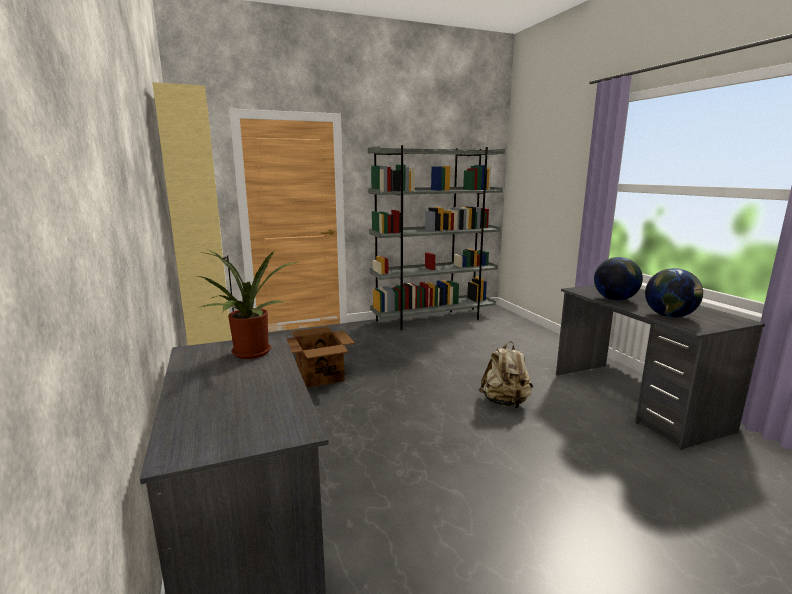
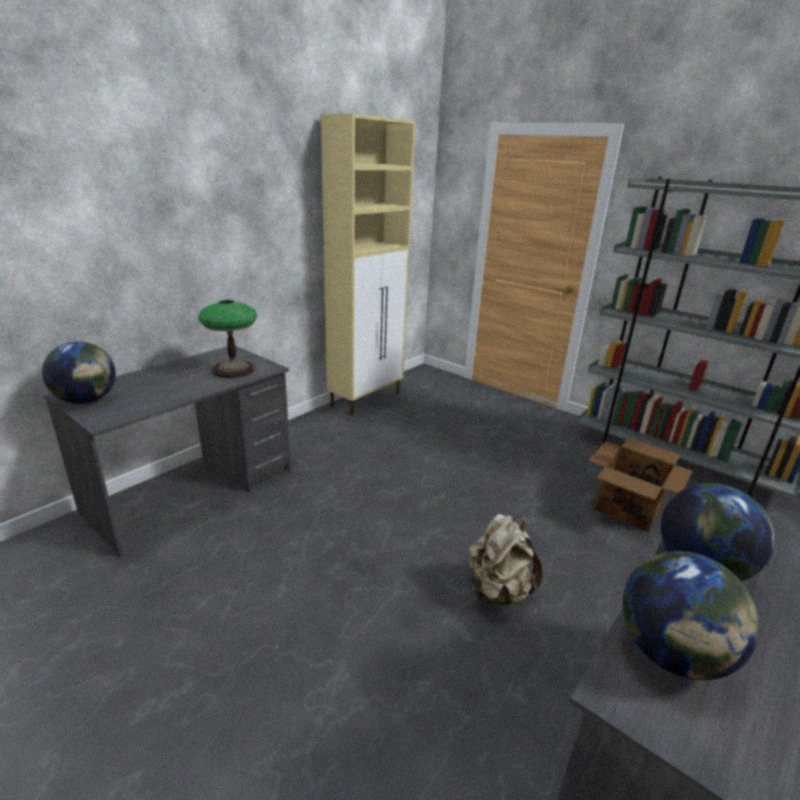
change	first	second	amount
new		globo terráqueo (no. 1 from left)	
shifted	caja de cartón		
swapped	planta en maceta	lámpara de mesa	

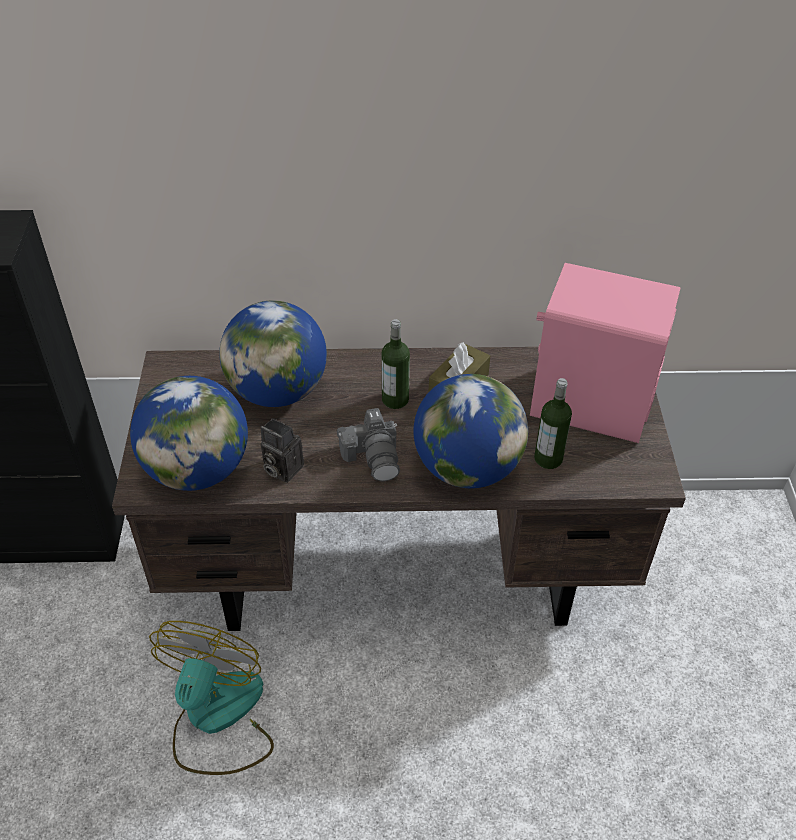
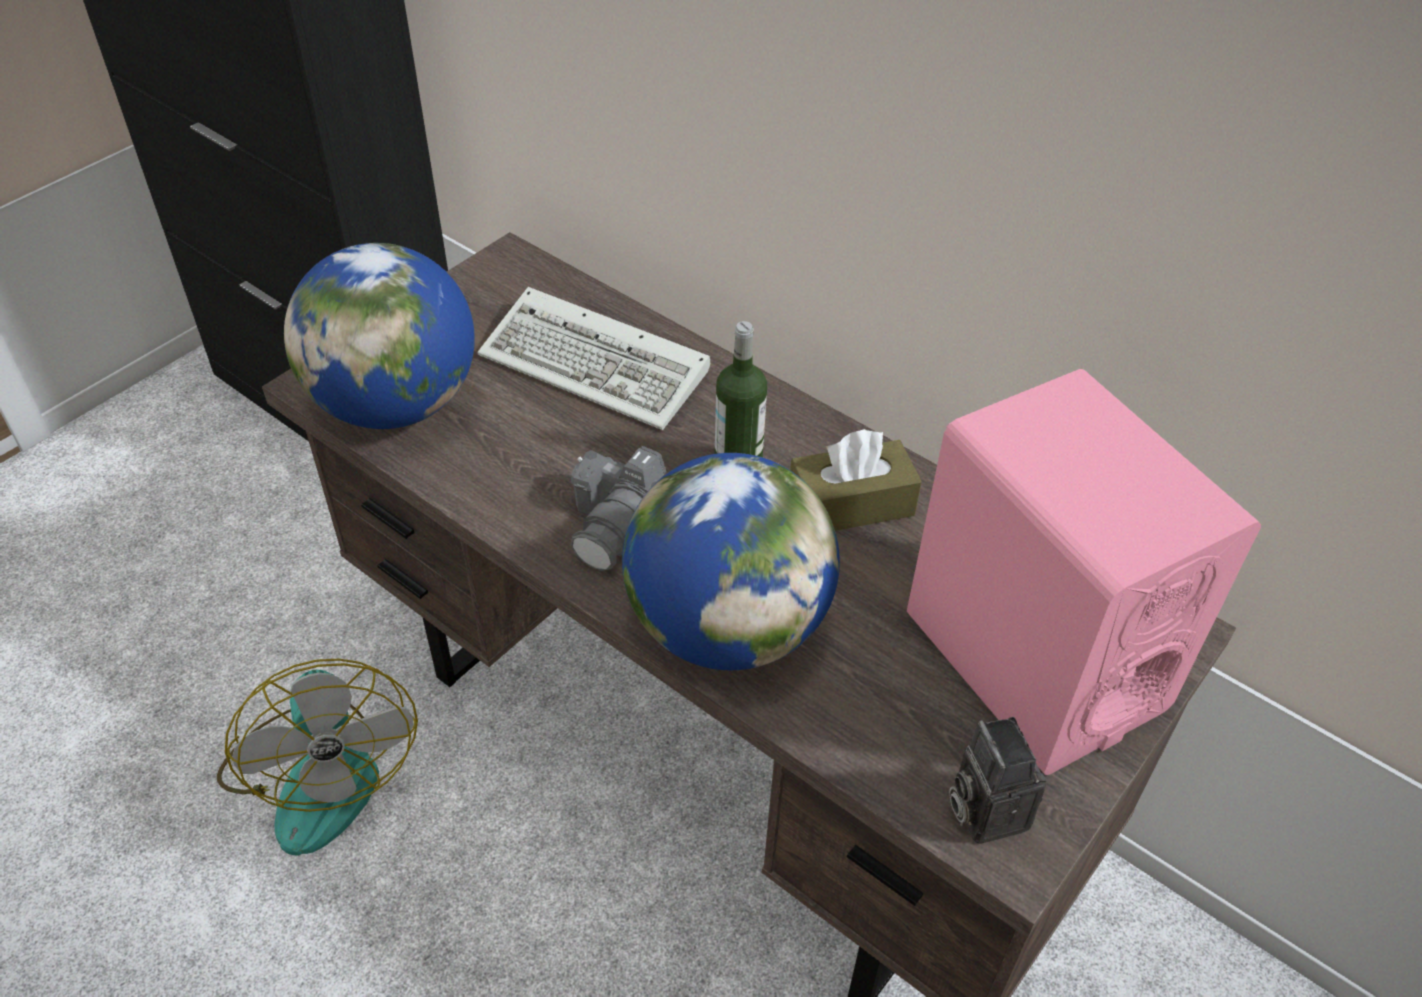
change	first	second	amount
gone	botella (no. 2 from left)		
shifted	cámara (no. 1 from left in the first image)	cámara (no. 2 from left)	
swapped	globo terráqueo (no. 2 from left)	teclado	
rotated	ventilador		105 degrees clockwise

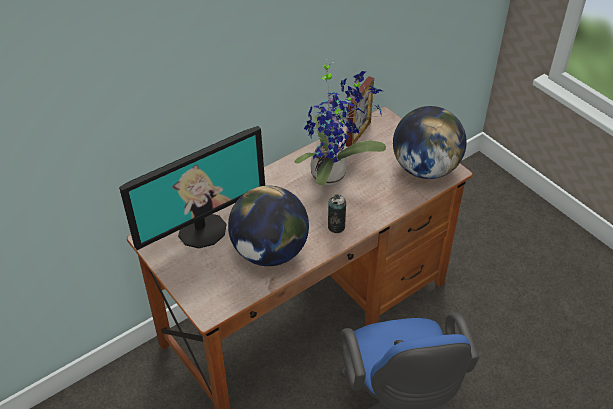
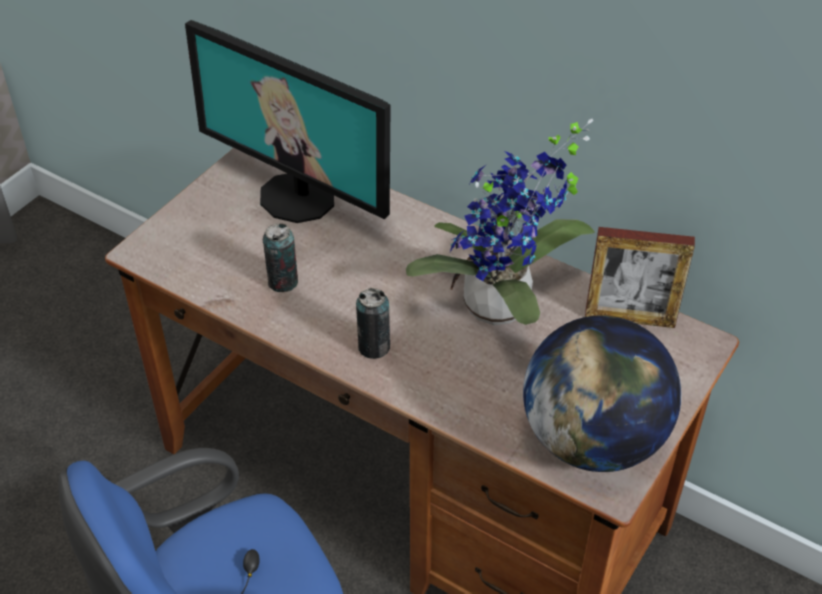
change	first	second	amount
swapped	globo terráqueo (no. 1 from left)	lata (no. 1 from left)	

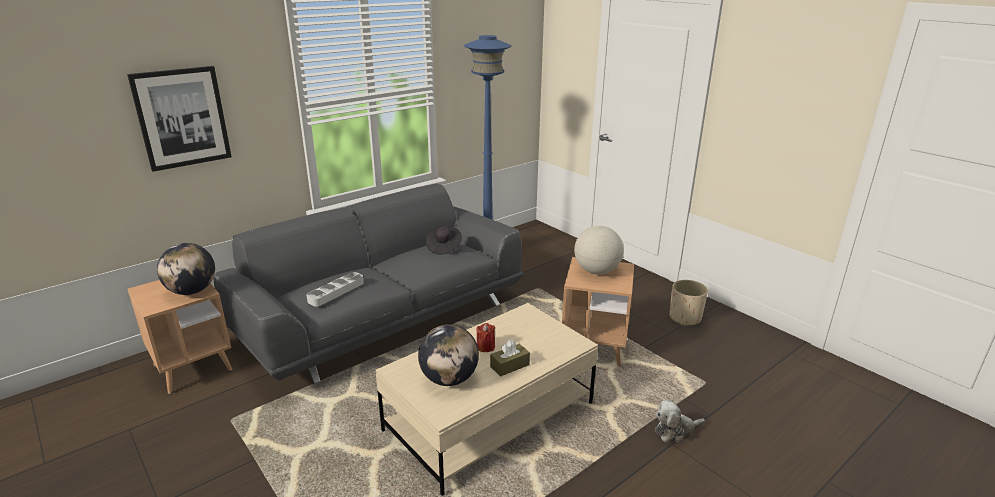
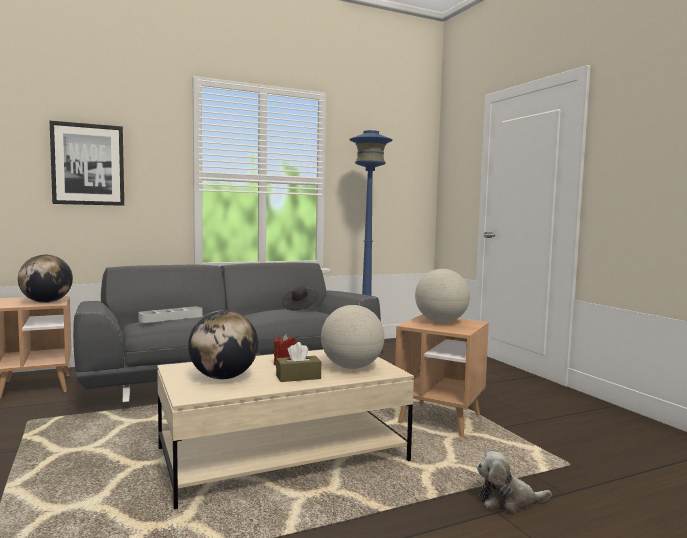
change	first	second	amount
gone	maceta/beis		
new		globo terráqueo (no. 3 from left)	

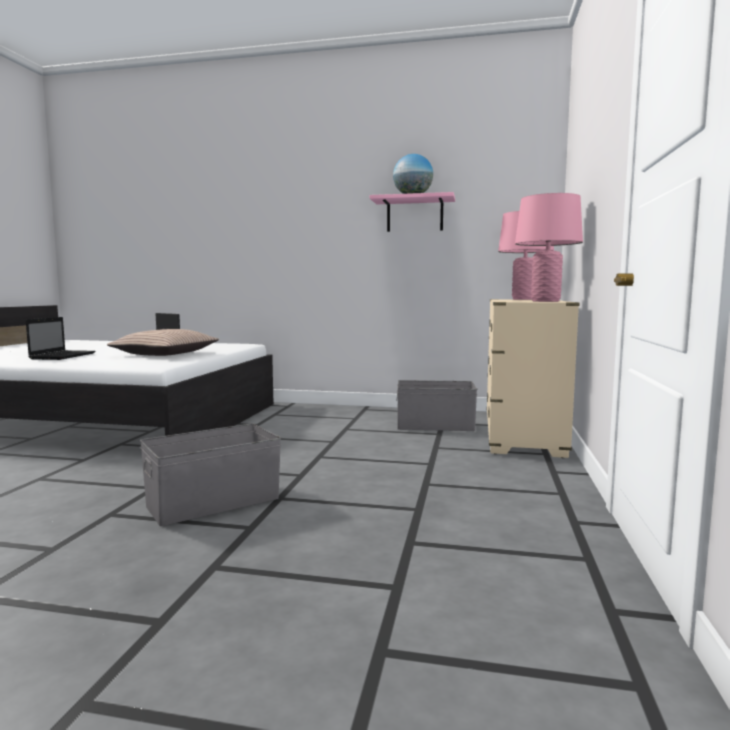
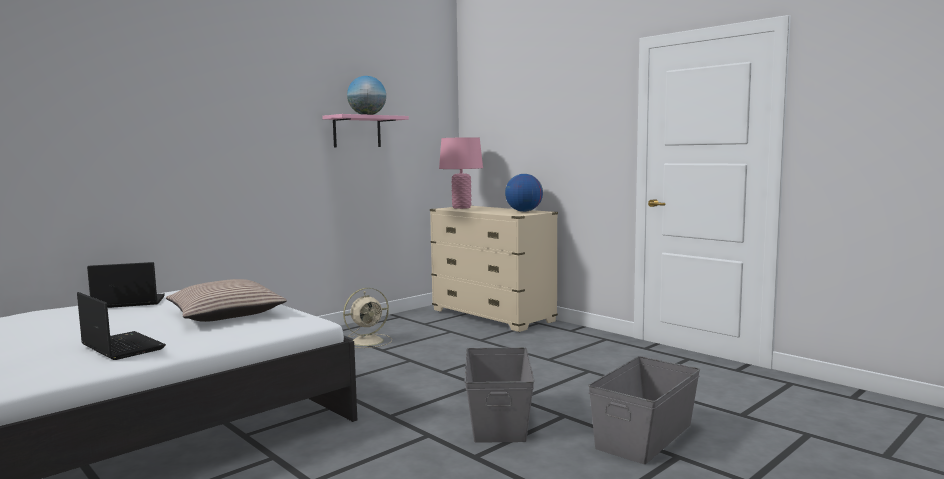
change	first	second	amount
new		ventilador/beis	
shifted	caja de almacenaje/gris (no. 2 from left)		
swapped	lámpara de mesa/rosa (no. 2 from left)	globo terráqueo (no. 2 from left)	

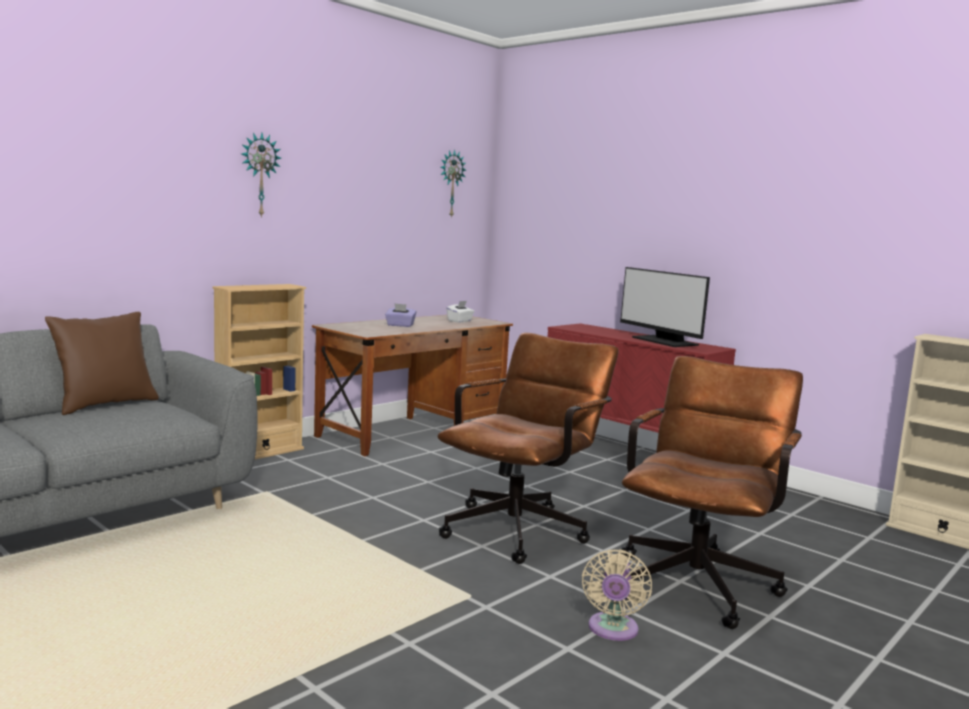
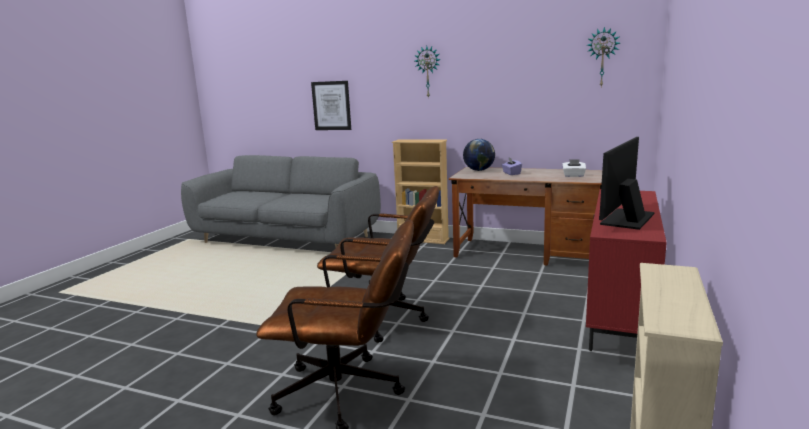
change	first	second	amount
gone	cojín/marrón		
gone	ventilador/beis		
new		cuadro	
new		globo terráqueo	

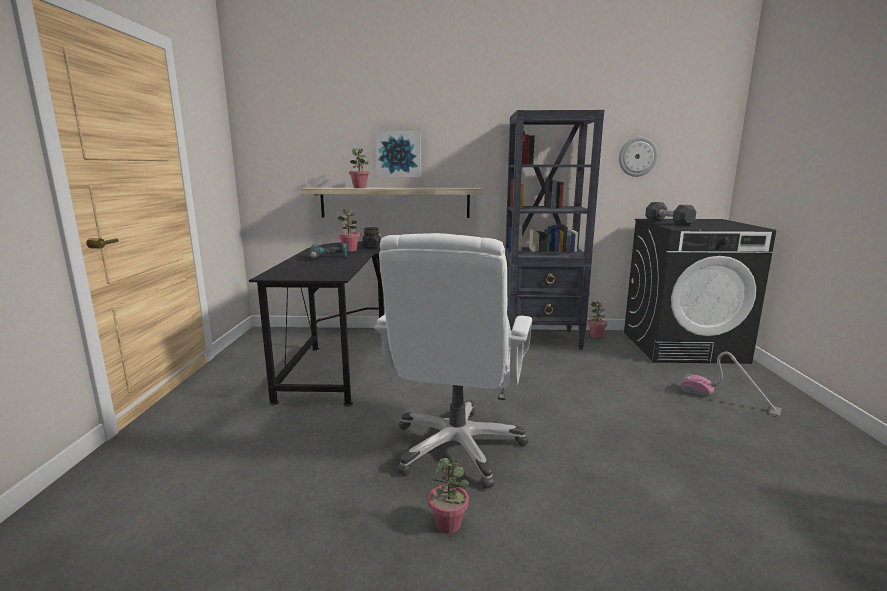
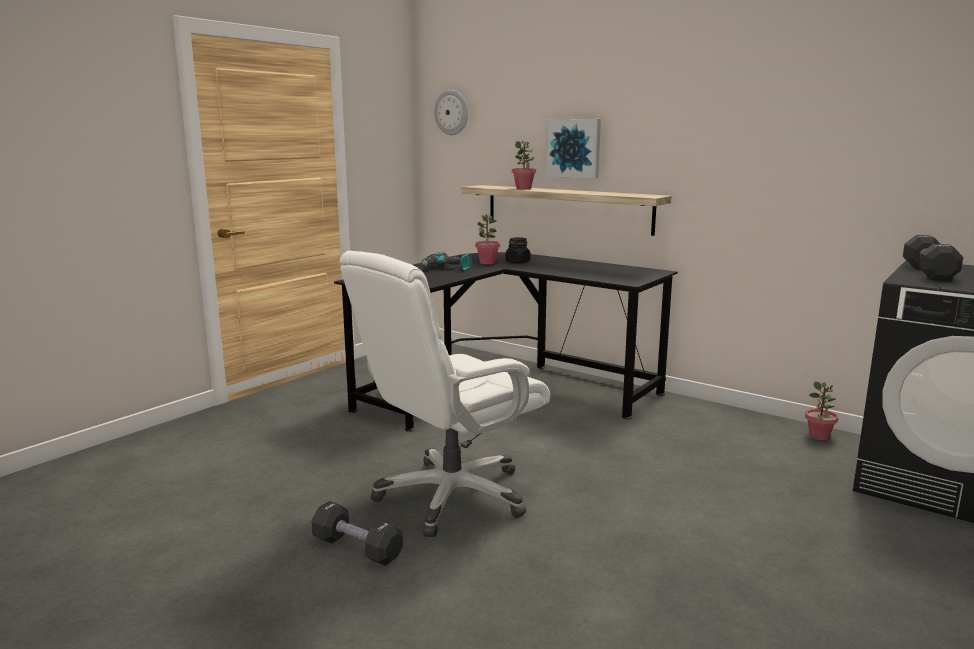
change	first	second	amount
gone	estantería/negro		
gone	aspiradora		
shifted	reloj de pared		
swapped	planta en maceta (no. 3 from left)	mancuerna/negro (no. 1 from left)	

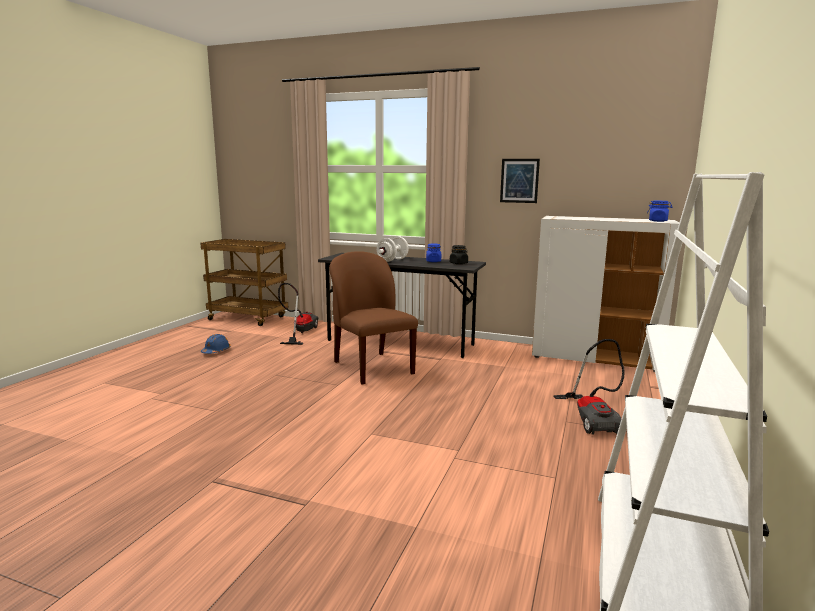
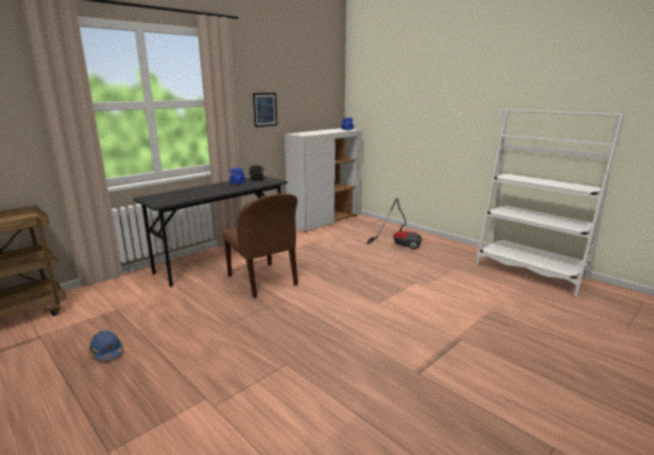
change	first	second	amount
gone	aspiradora (no. 1 from left)		
gone	mancuerna/blanco		
rotated	silla/marrón		120 degrees counterclockwise

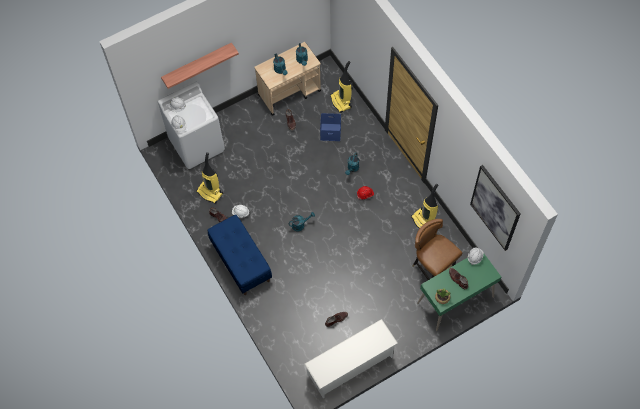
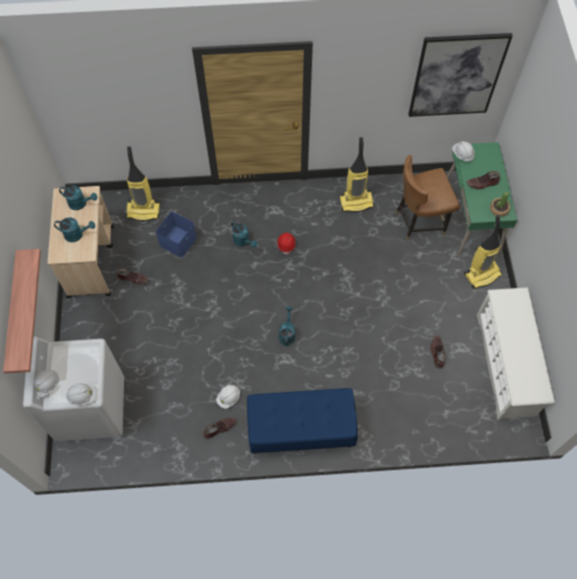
change	first	second	amount
shifted	aspiradora (no. 1 from left in the first image)	aspiradora (no. 3 from left)	

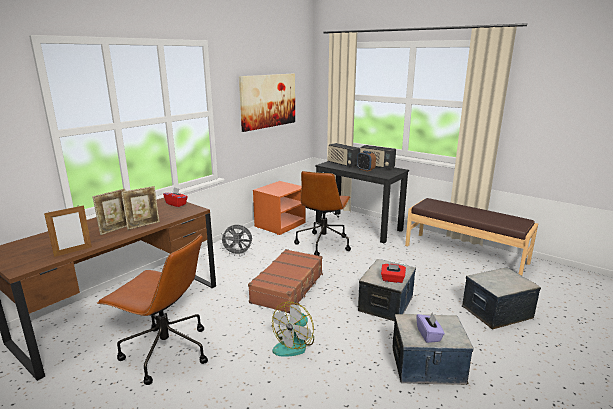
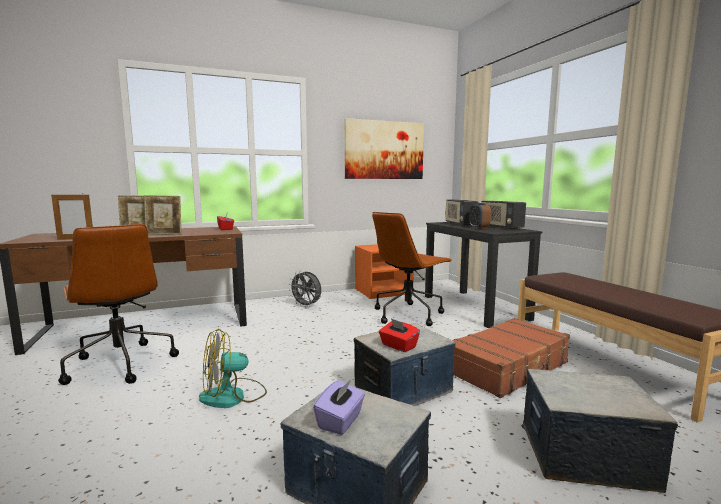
change	first	second	amount
shifted	maleta/marrón		

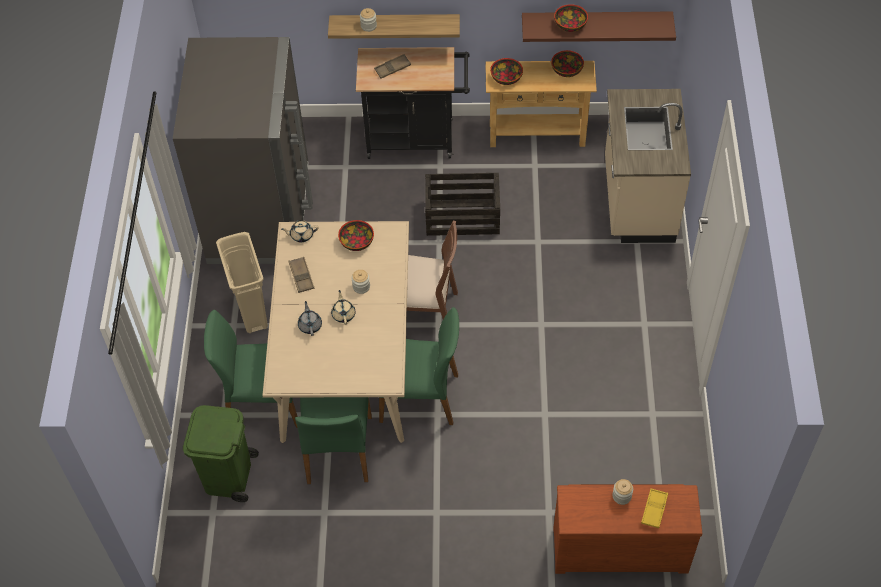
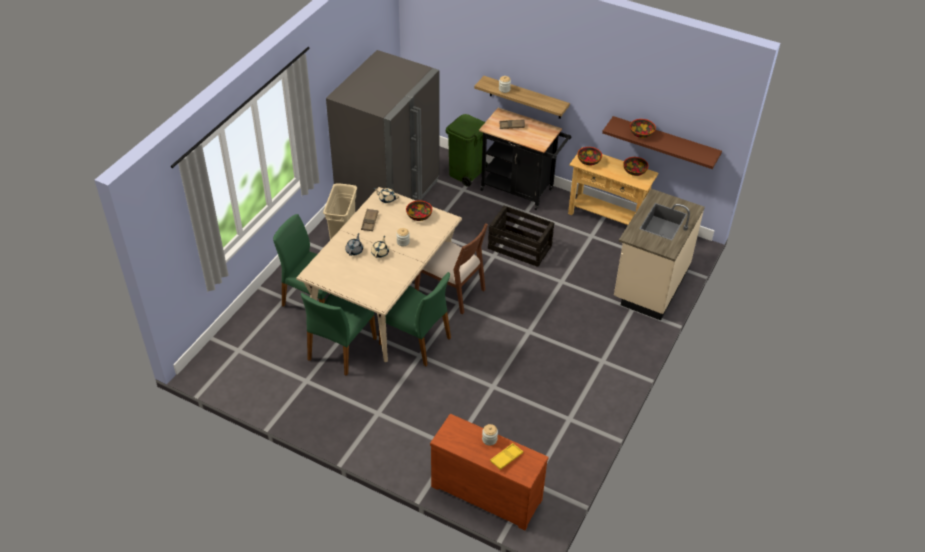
change	first	second	amount
shifted	papelera/verde		

